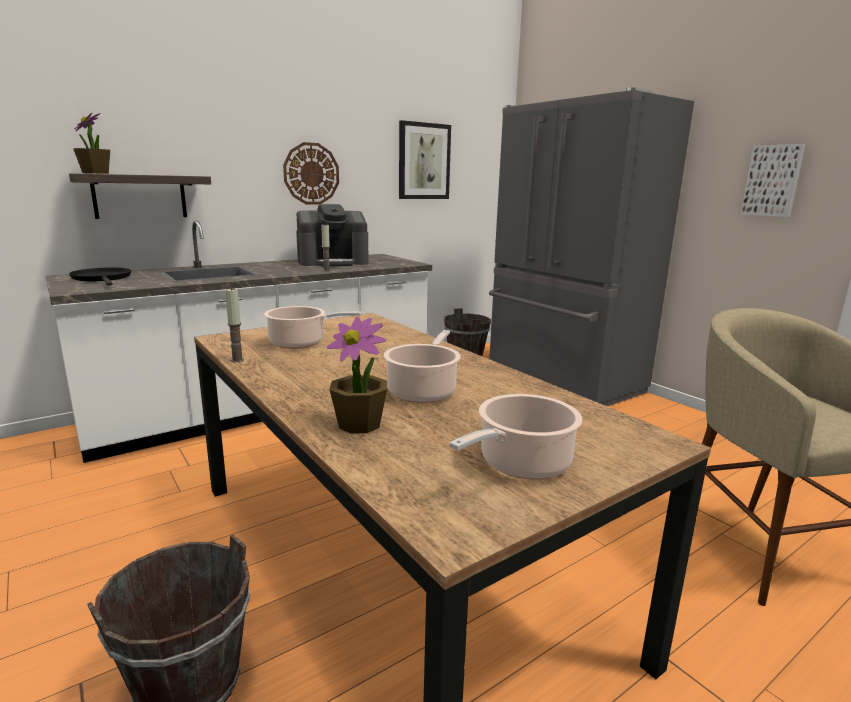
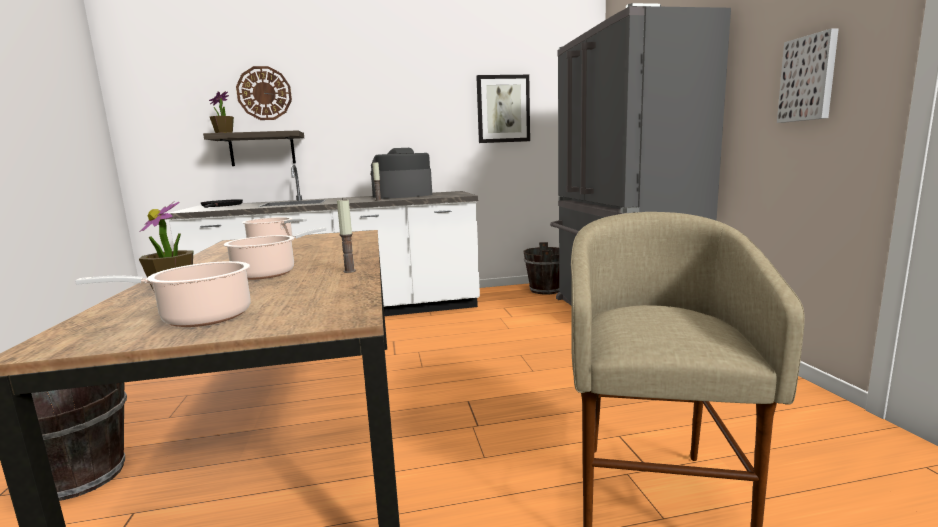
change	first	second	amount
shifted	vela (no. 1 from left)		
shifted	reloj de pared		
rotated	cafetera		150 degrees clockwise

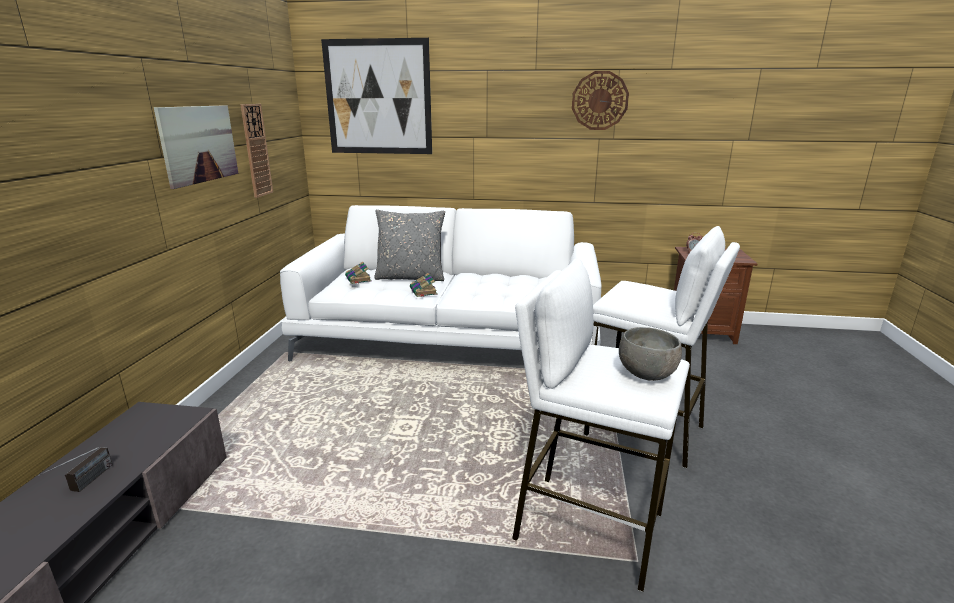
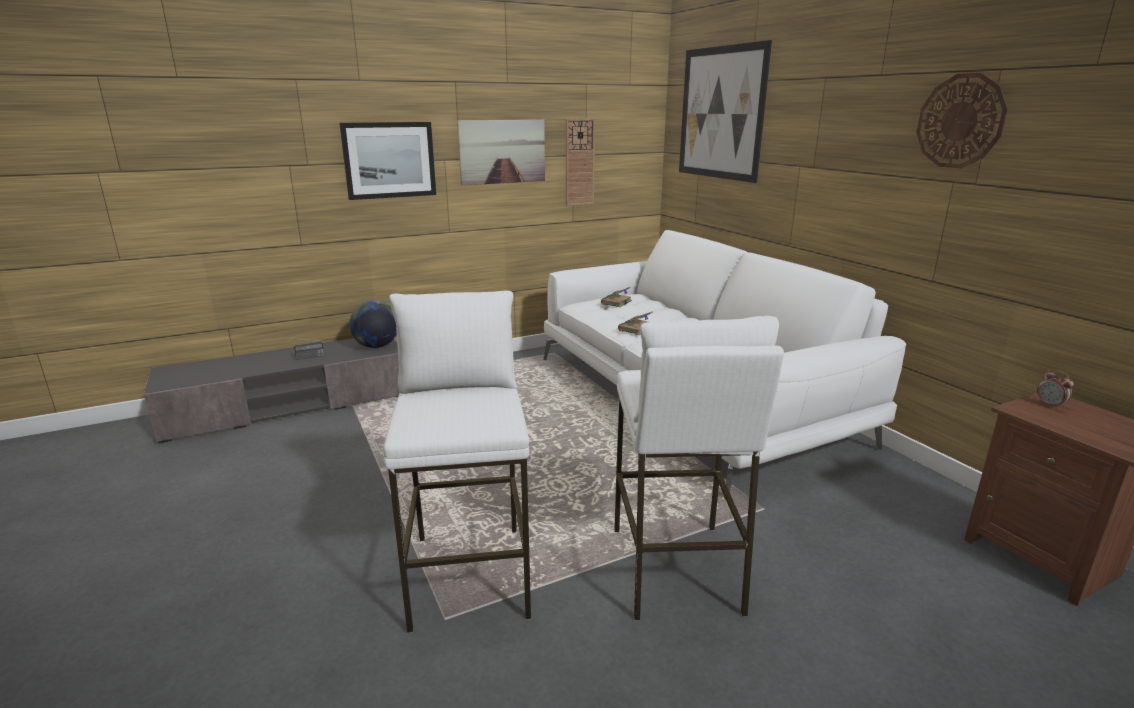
change	first	second	amount
gone	cojín/gris		
gone	cuenco/gris		
new		cuadro (no. 1 from left)	
new		globo terráqueo	

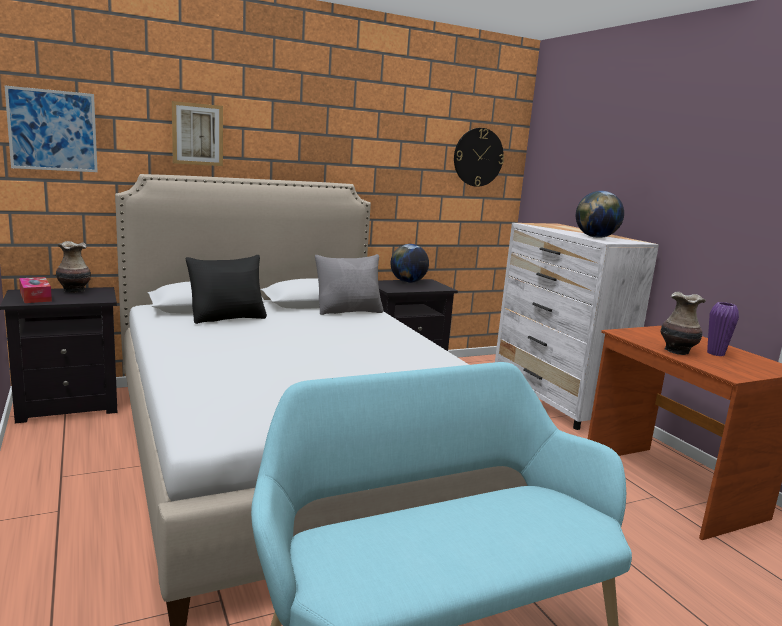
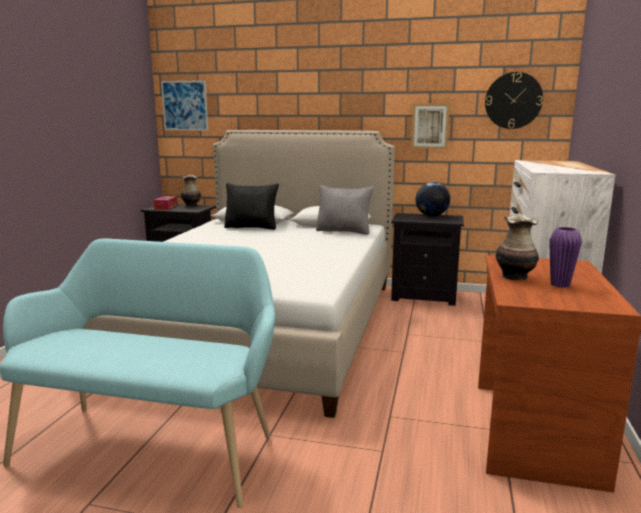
change	first	second	amount
gone	globo terráqueo (no. 2 from left)		
shifted	cuadro (no. 2 from left)		

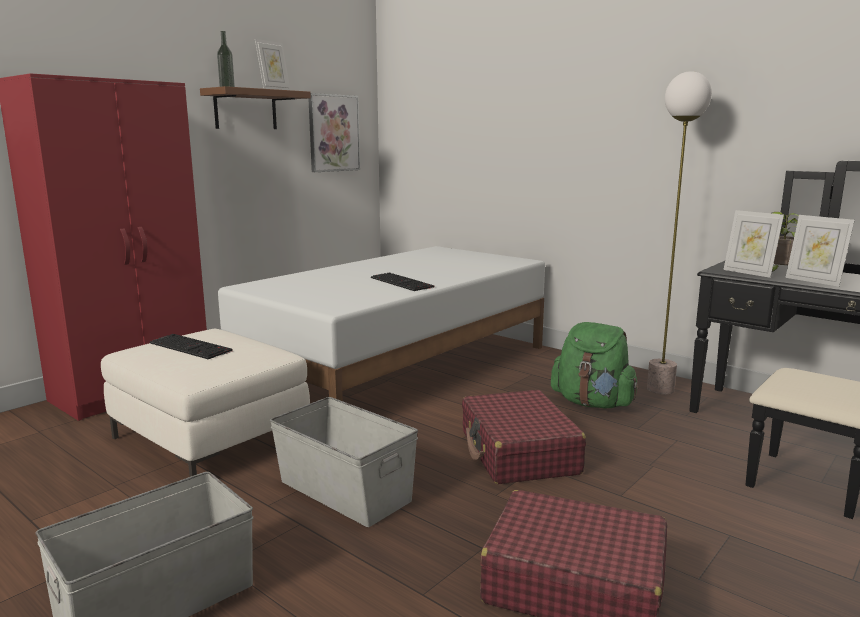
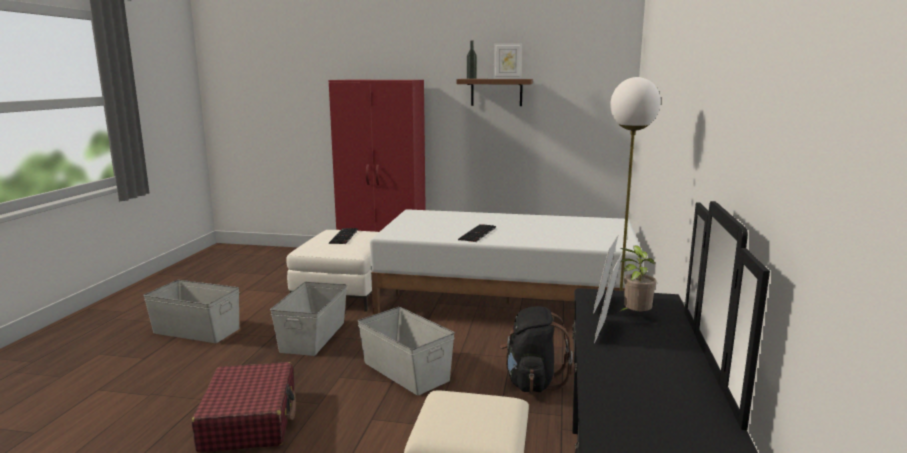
change	first	second	amount
gone	cuadro		
swapped	maleta/rojo (no. 1 from left)	caja de almacenaje/gris (no. 3 from left)	
repainted	mochila/verde	mochila/negro	

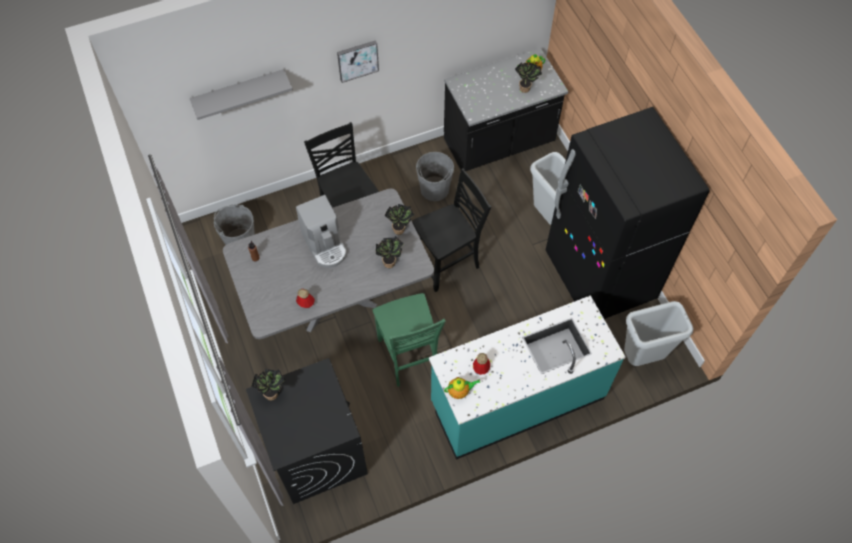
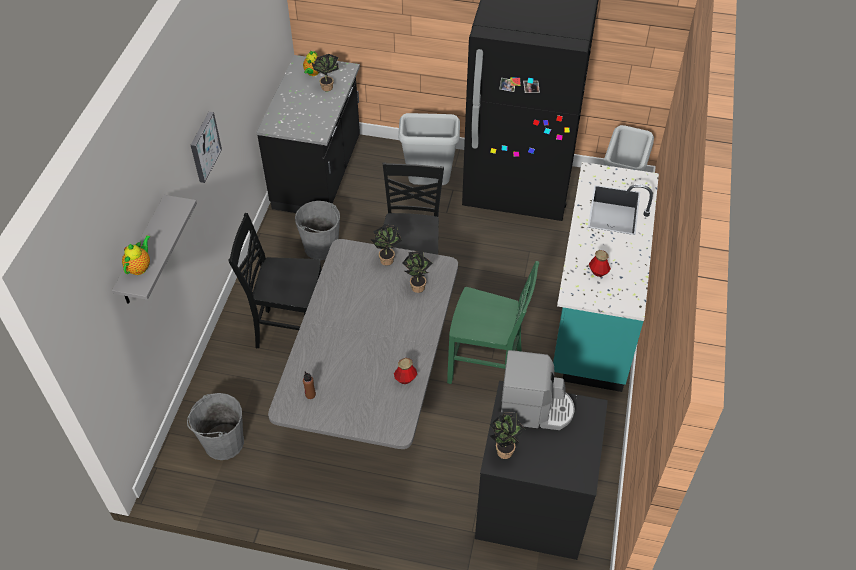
change	first	second	amount
shifted	cafetera		
shifted	tetera (no. 1 from left)		

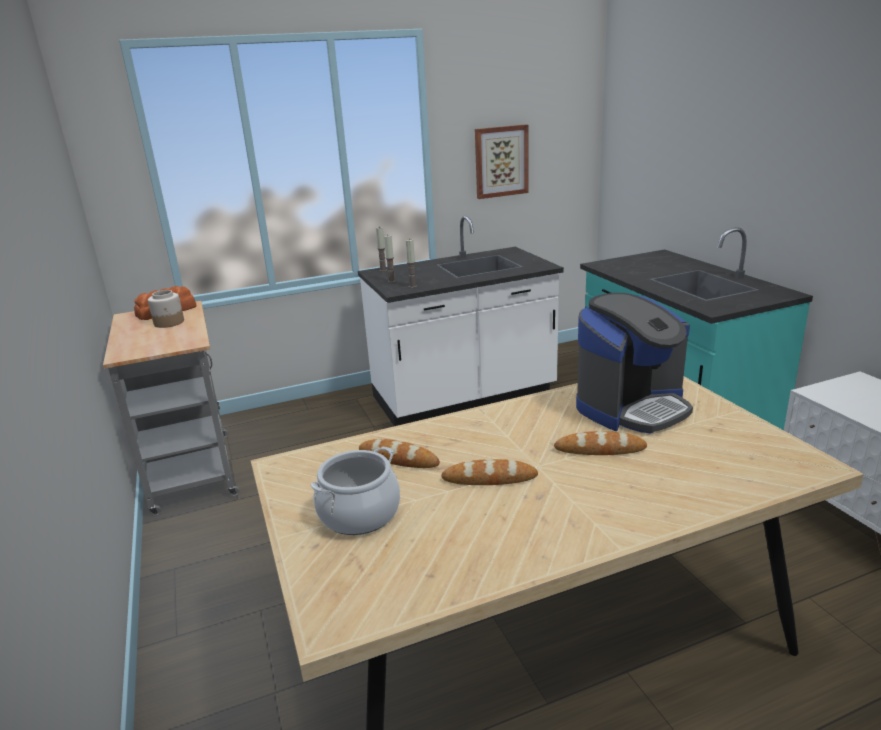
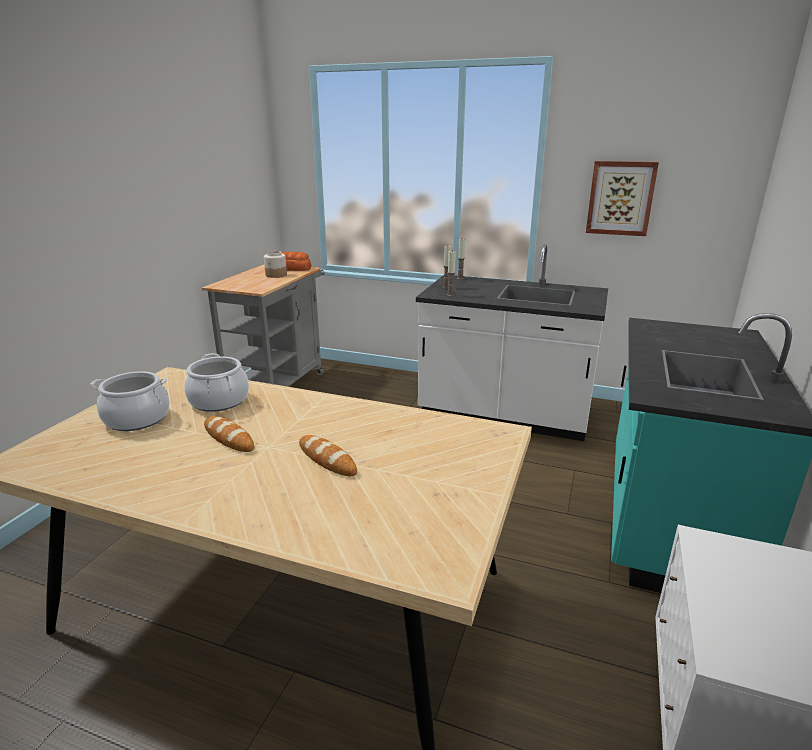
change	first	second	amount
gone	cafetera		
swapped	pan (no. 2 from left)	olla (no. 2 from left)	

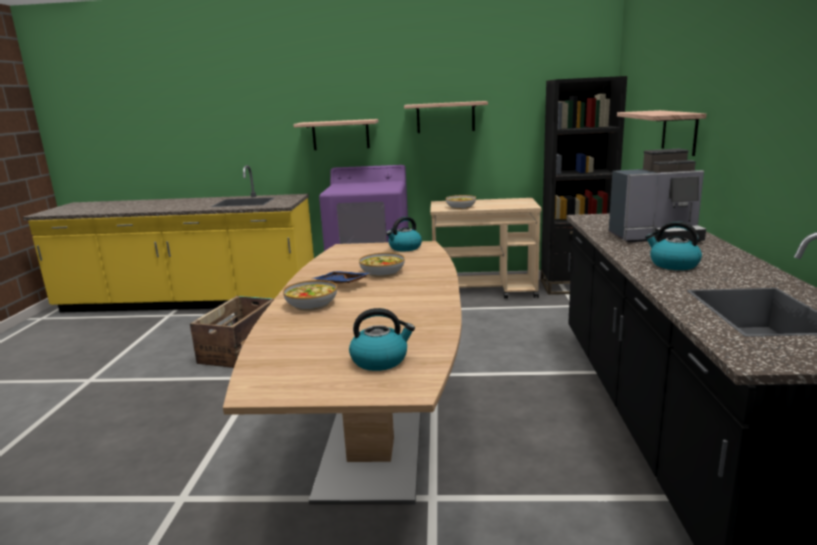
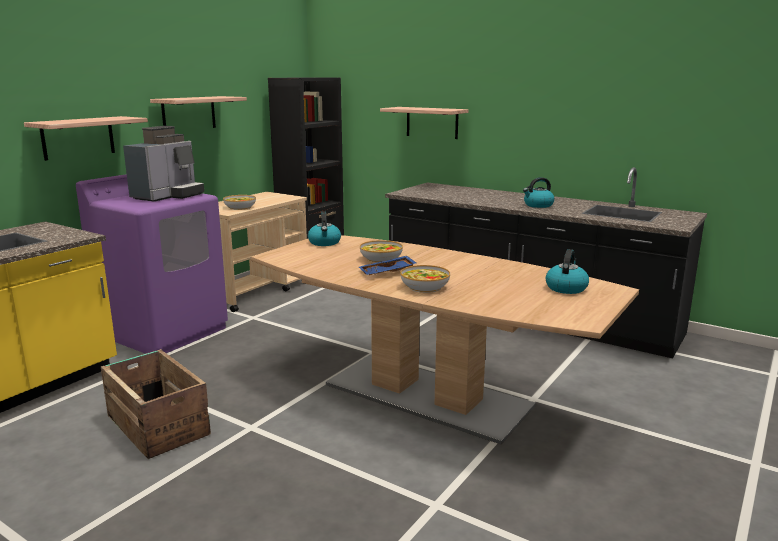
change	first	second	amount
shifted	cafetera		

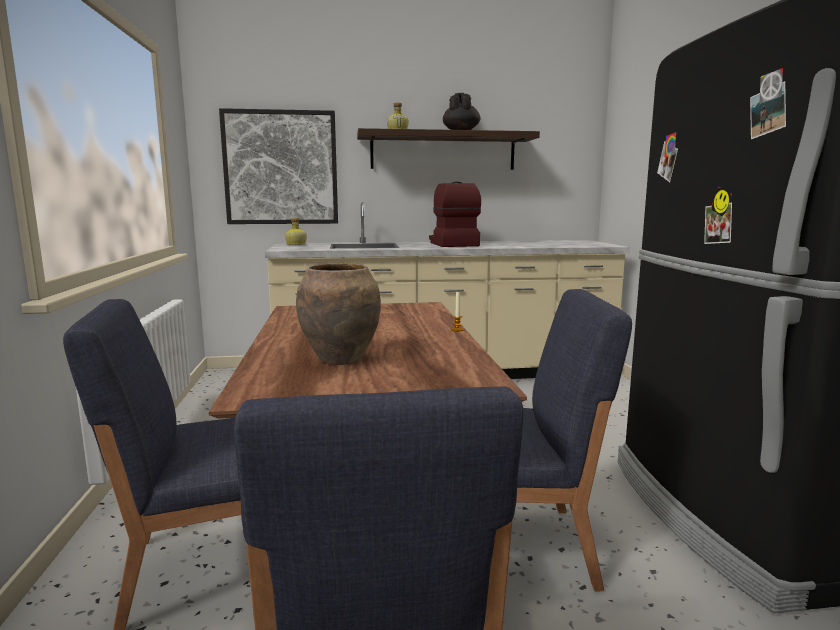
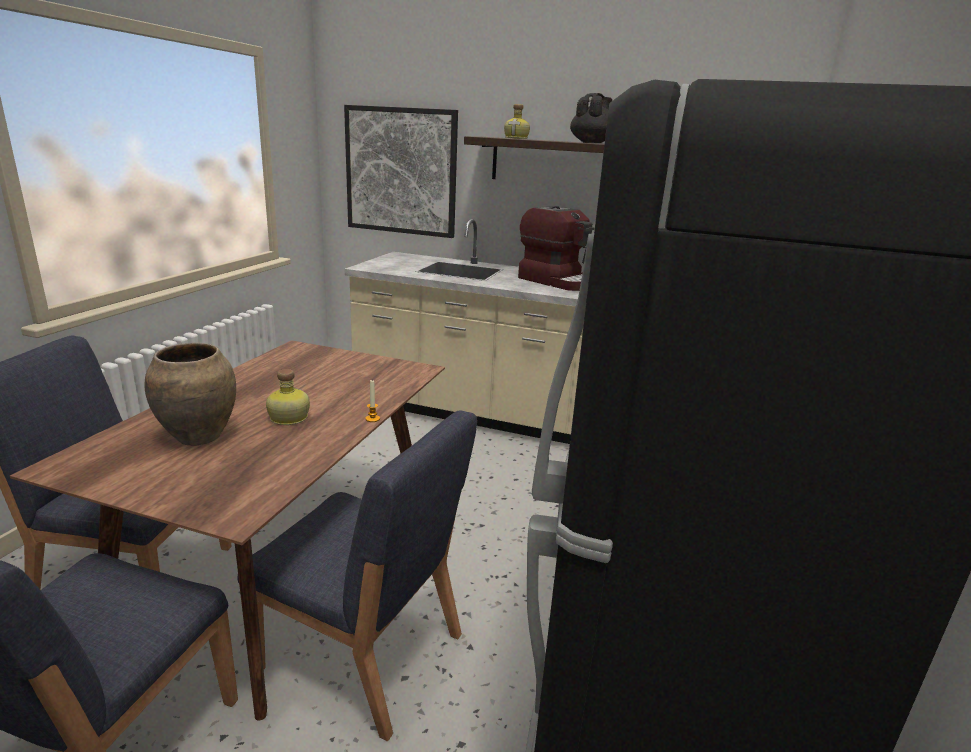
change	first	second	amount
shifted	botella (no. 1 from left)		
rotated	cafetera		120 degrees clockwise

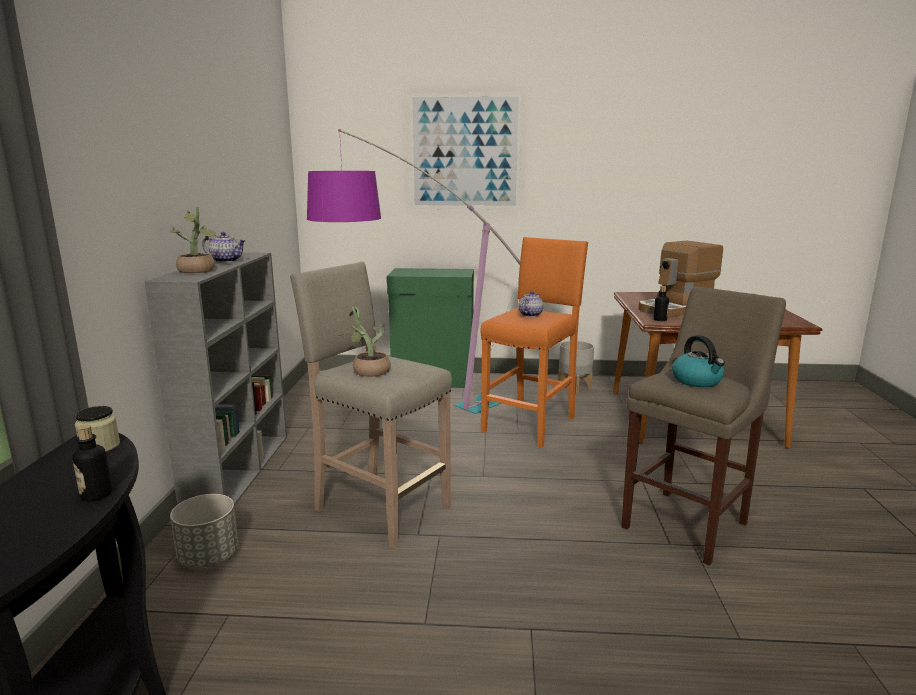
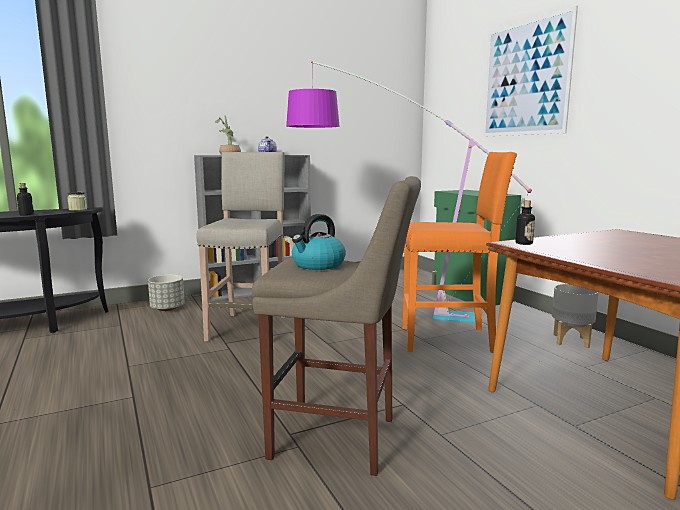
change	first	second	amount
gone	planta en maceta (no. 2 from left)		
gone	tetera (no. 2 from left)		
gone	cafetera		

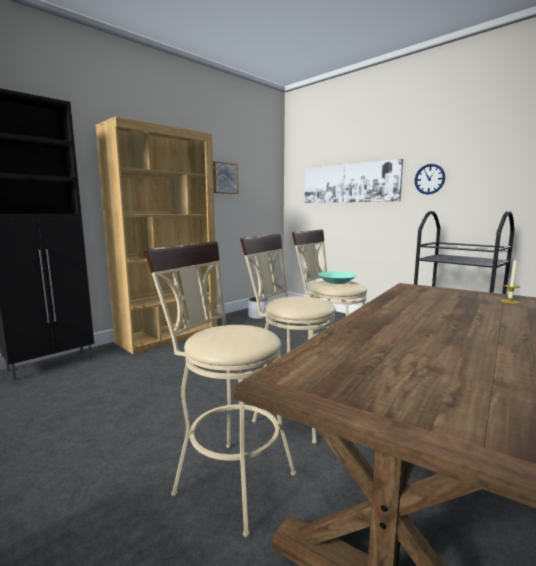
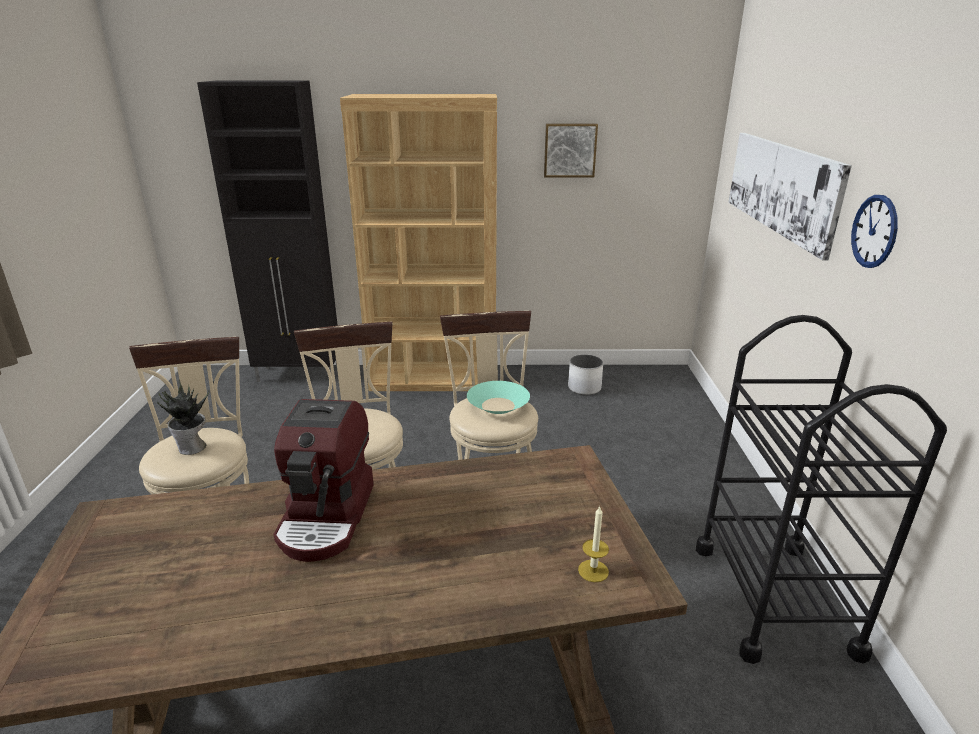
change	first	second	amount
new		planta en maceta	
new		cafetera	

